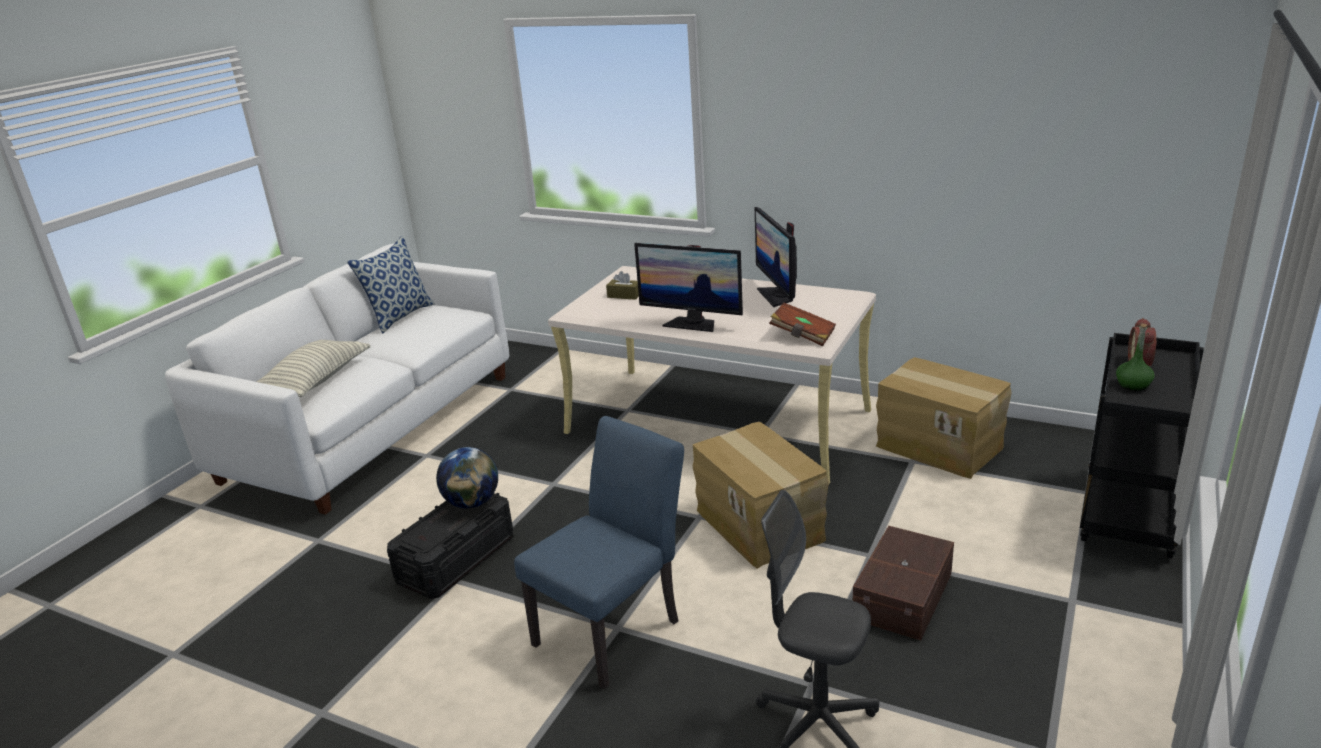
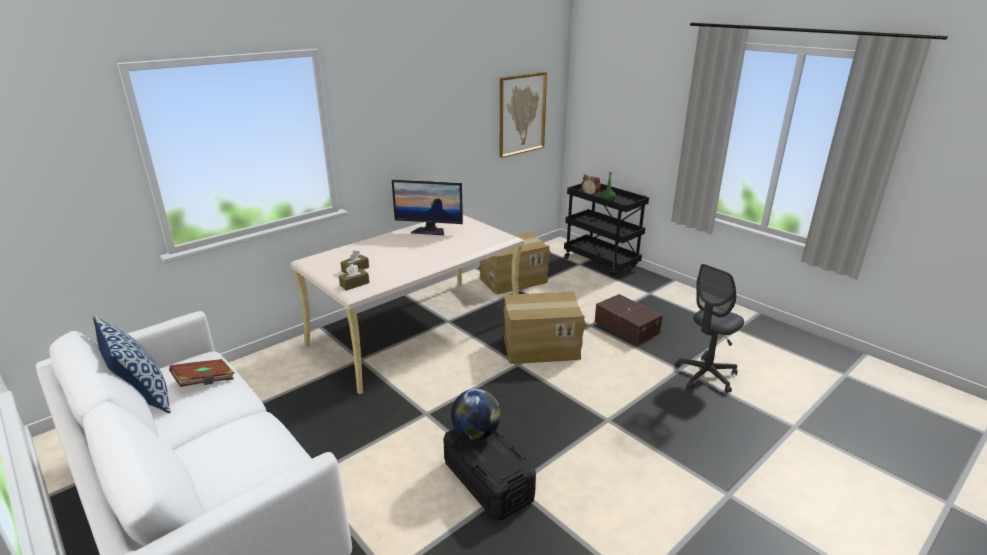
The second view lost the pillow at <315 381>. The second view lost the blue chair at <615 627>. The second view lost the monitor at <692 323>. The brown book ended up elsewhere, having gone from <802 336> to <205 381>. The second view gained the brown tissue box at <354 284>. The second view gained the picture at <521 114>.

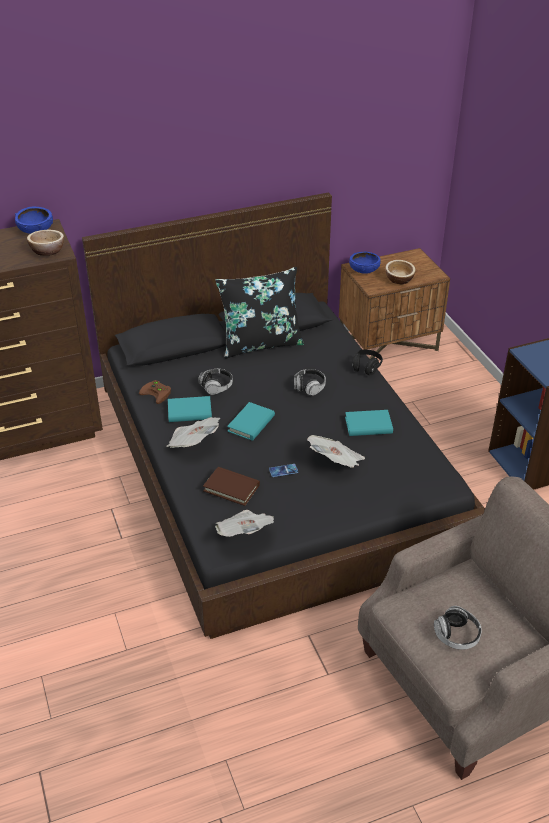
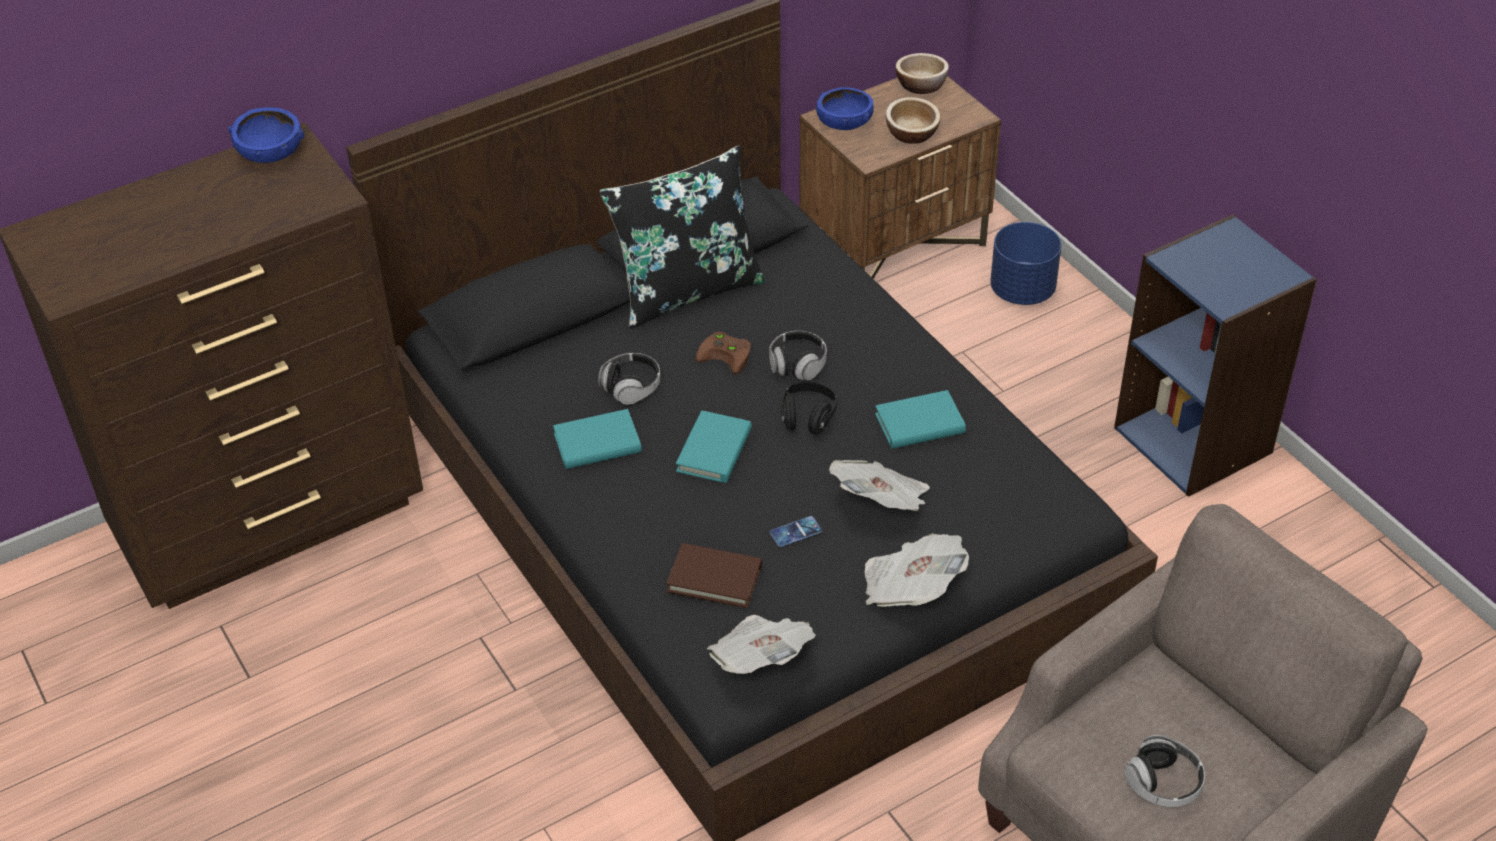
The bowl ended up elsewhere, having gone from <47 251> to <921 85>. The brown game controller ended up elsewhere, having gone from <157 393> to <727 355>. The newspaper ended up elsewhere, having gone from <193 443> to <910 588>. The black headphones ended up elsewhere, having gone from <366 368> to <807 418>. The second view gained the blue planter at <1022 291>.

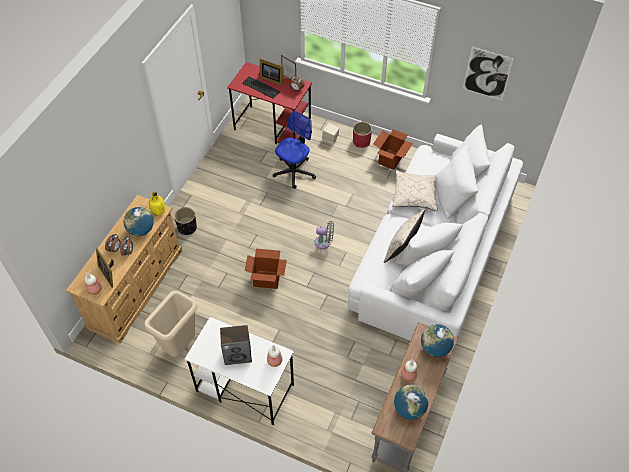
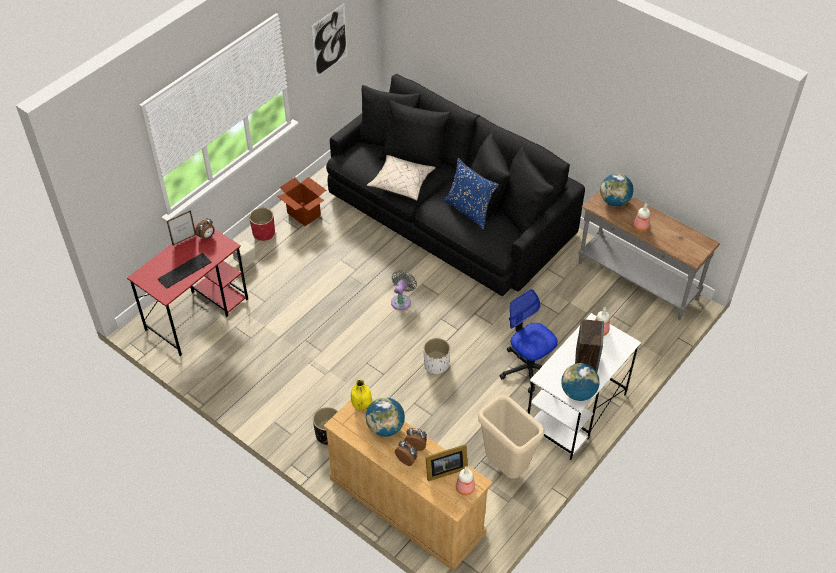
Where the cardboard box stood at <267 279>, the white planter came to stand at <436 365>. The second view lost the picture frame at <271 79>. The office chair ended up elsewhere, having gone from <294 172> to <528 368>. What was the white sofa at <433 253> turned into the black sofa at <449 212>. What was the beige pillow at <402 248> turned into the blue pillow at <469 210>. The globe ended up elsewhere, having gone from <409 408> to <578 392>.

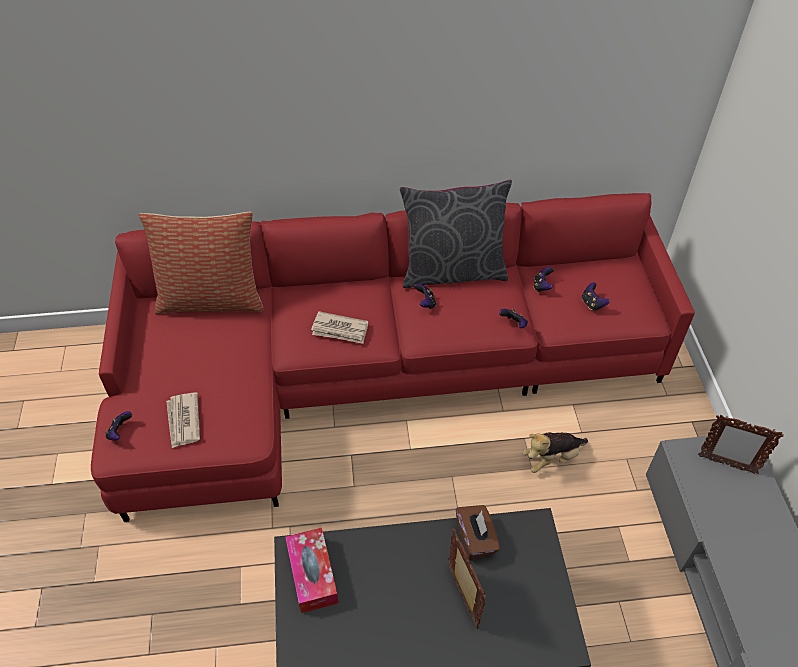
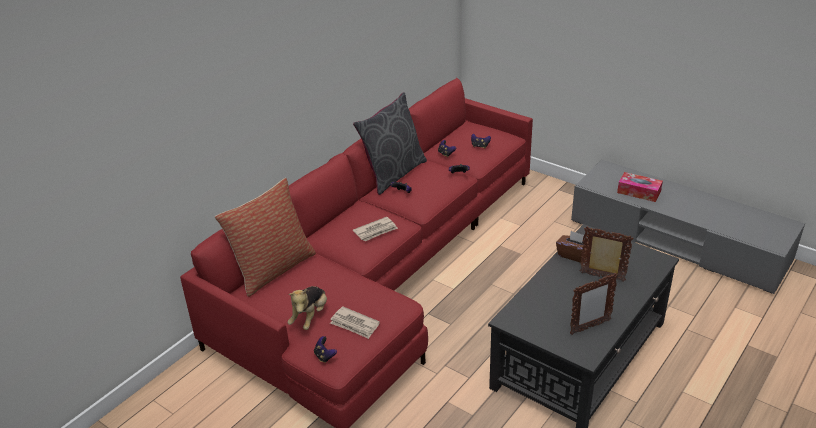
The tissue box ended up elsewhere, having gone from <312 574> to <639 192>. The plush toy ended up elsewhere, having gone from <552 458> to <310 317>. The picture frame ended up elsewhere, having gone from <726 464> to <589 327>.

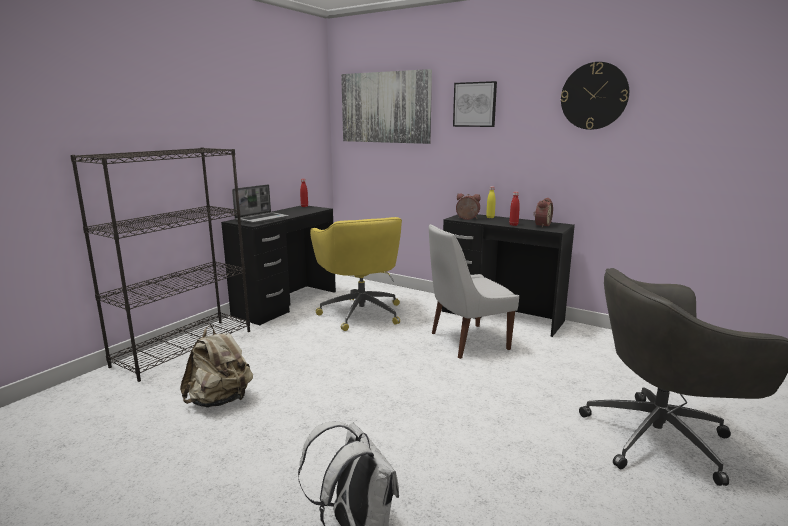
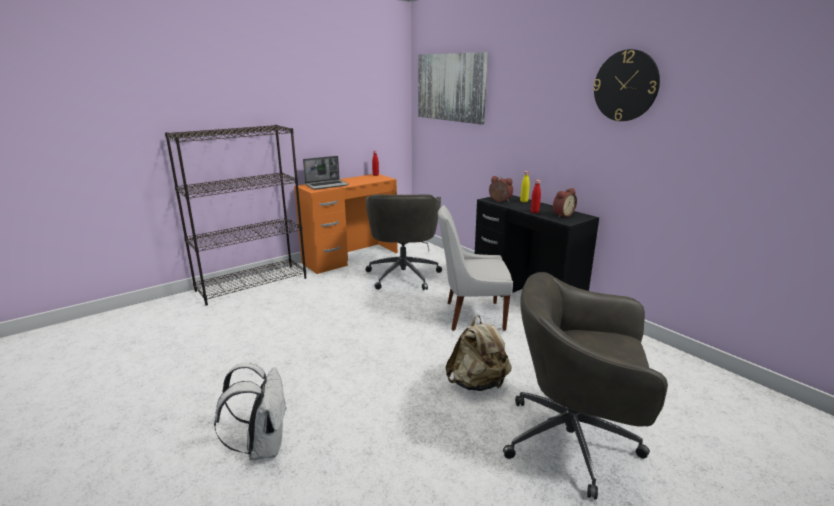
The beige backpack ended up elsewhere, having gone from <220 400> to <477 383>. What was the black desk at <286 303> turned into the orange desk at <350 257>. What was the yellow office chair at <361 312> turned into the grey office chair at <403 274>. The second view lost the picture at <475 104>.

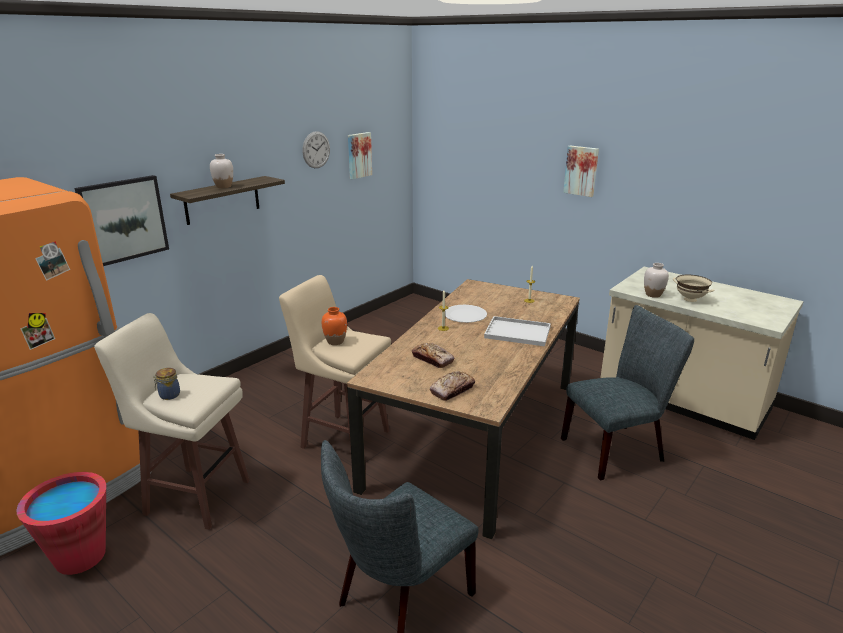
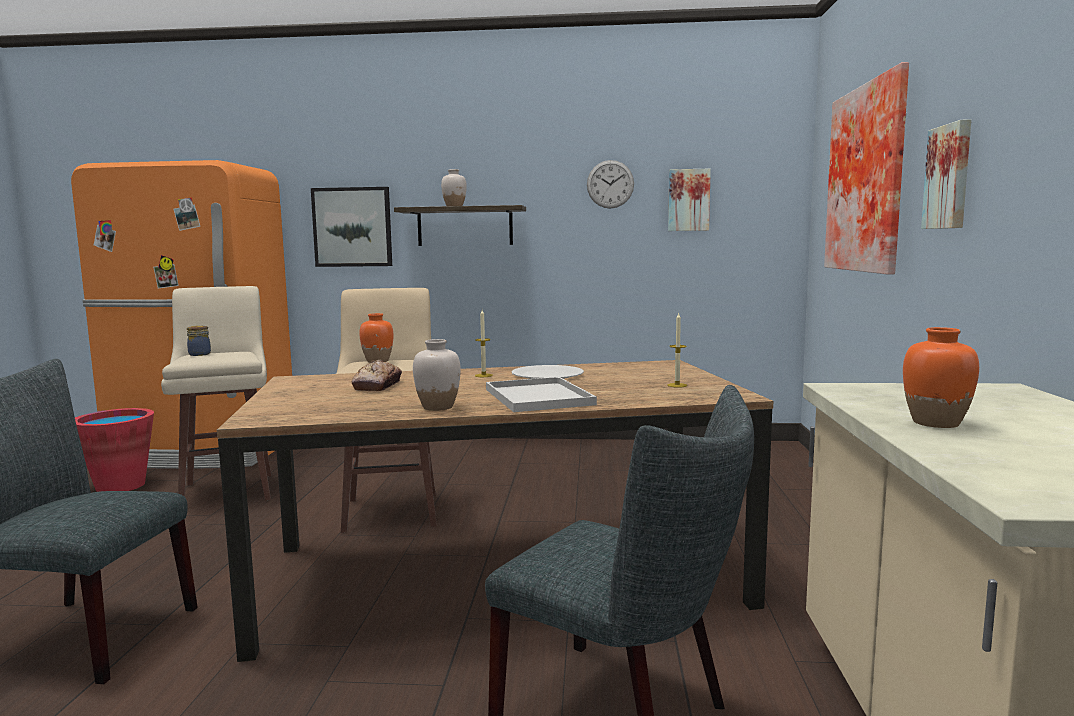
The second view lost the bread at <452 390>. The white vase ended up elsewhere, having gone from <653 295> to <437 407>. Where the beige bowl stood at <689 299>, the orange vase came to stand at <935 423>. The second view gained the picture at <870 179>.

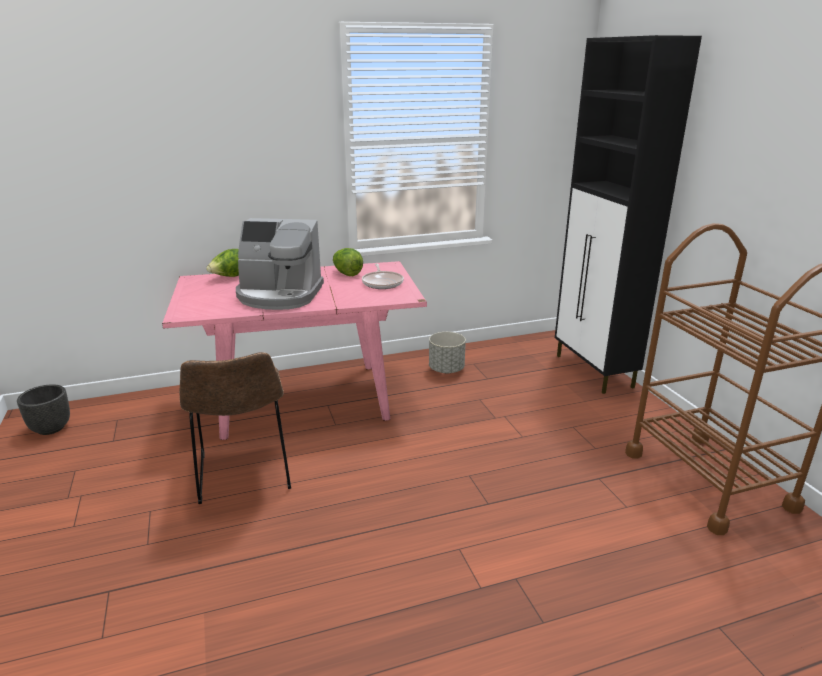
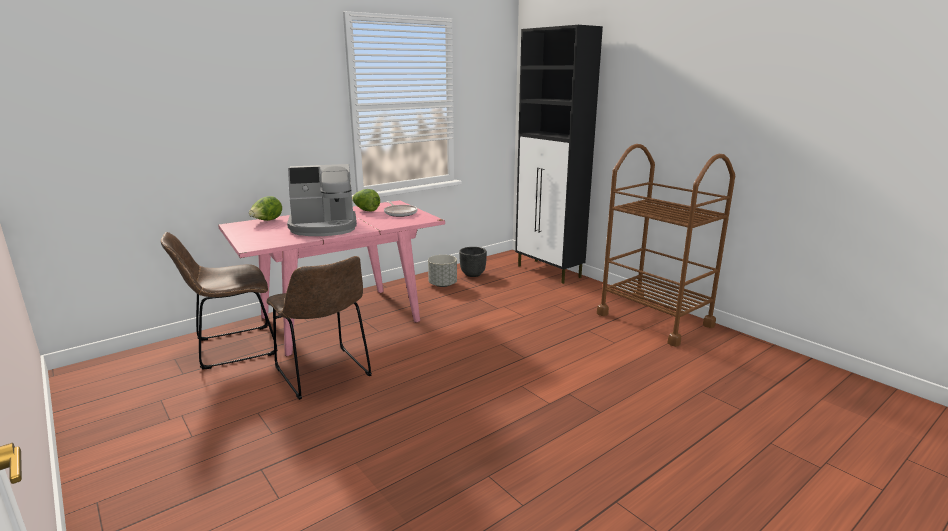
The black planter ended up elsewhere, having gone from <51 428> to <473 274>. The second view gained the brown chair at <231 348>.

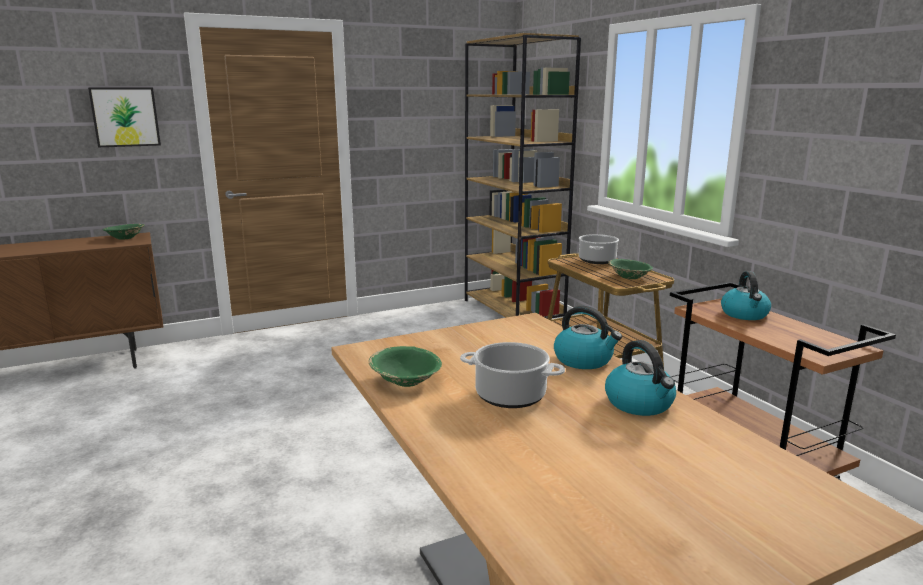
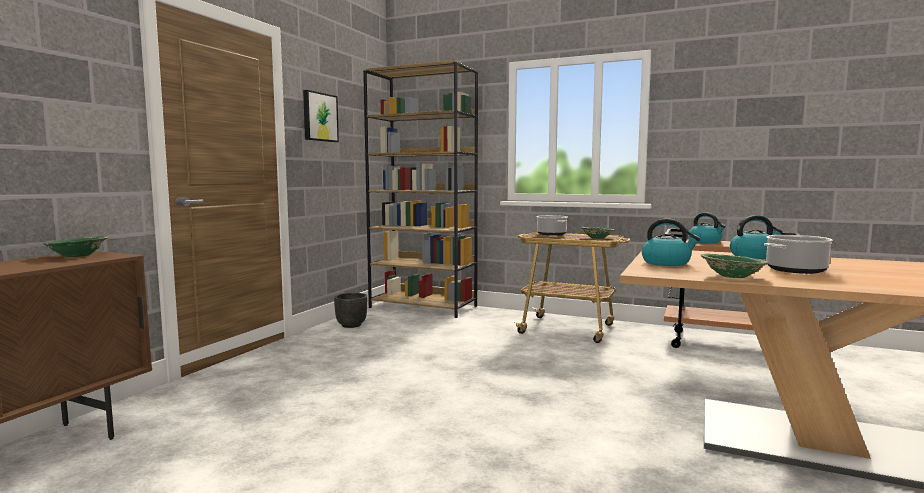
The picture ended up elsewhere, having gone from <125 117> to <319 117>. The kettle ended up elsewhere, having gone from <640 403> to <667 263>. The second view gained the black planter at <351 325>.

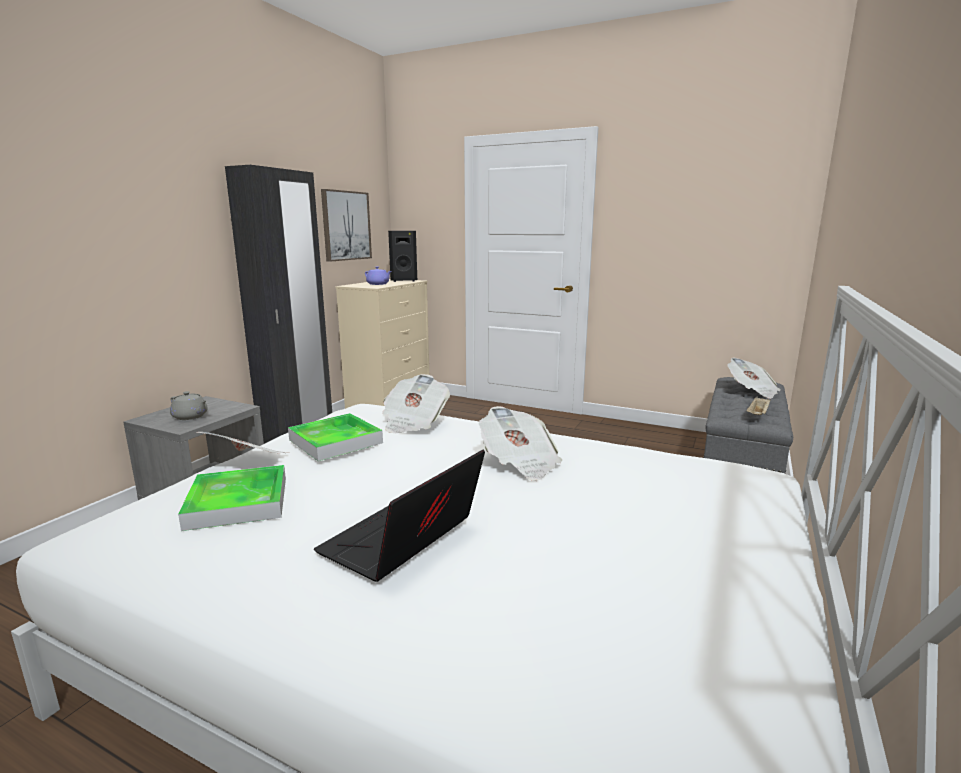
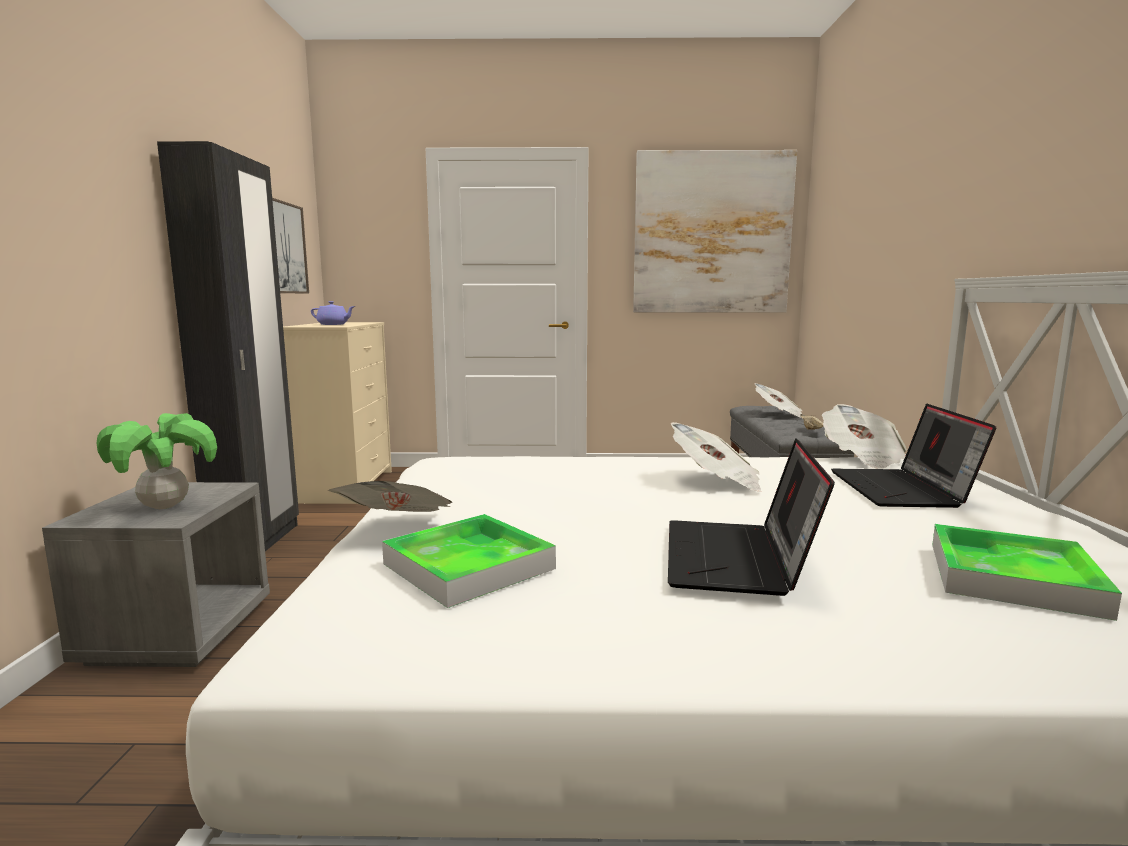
Where the grey teapot stood at <190 417>, the potted plant came to stand at <164 506>. The tray ended up elsewhere, having gone from <335 441> to <1012 578>. The newspaper ended up elsewhere, having gone from <413 422> to <862 458>. The second view lost the black speaker at <403 280>. The second view gained the picture at <712 233>. The second view gained the laptop at <903 490>.

